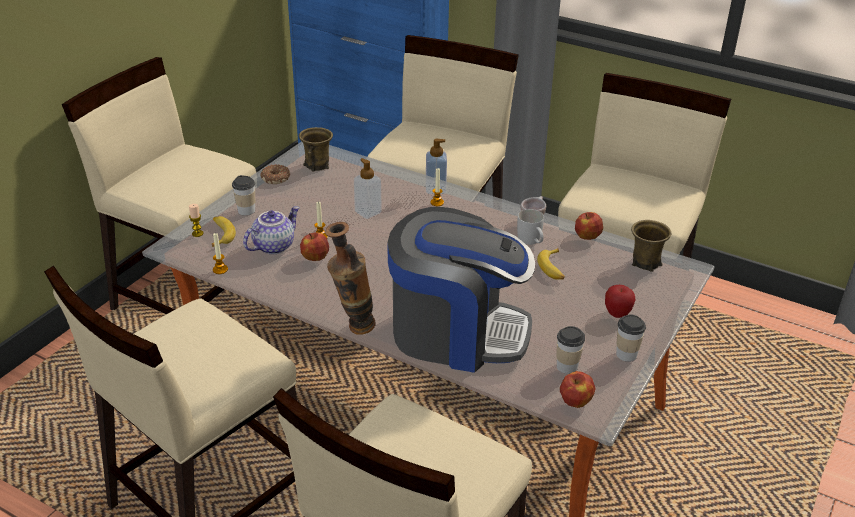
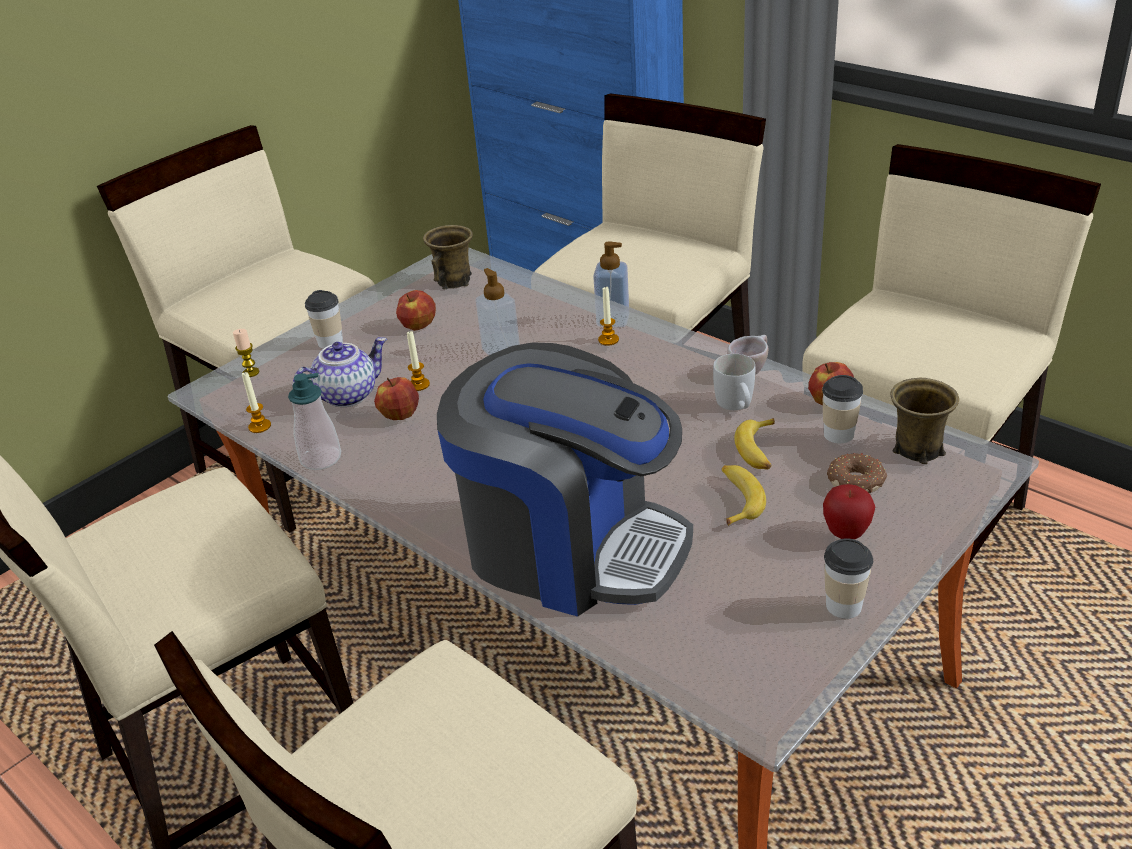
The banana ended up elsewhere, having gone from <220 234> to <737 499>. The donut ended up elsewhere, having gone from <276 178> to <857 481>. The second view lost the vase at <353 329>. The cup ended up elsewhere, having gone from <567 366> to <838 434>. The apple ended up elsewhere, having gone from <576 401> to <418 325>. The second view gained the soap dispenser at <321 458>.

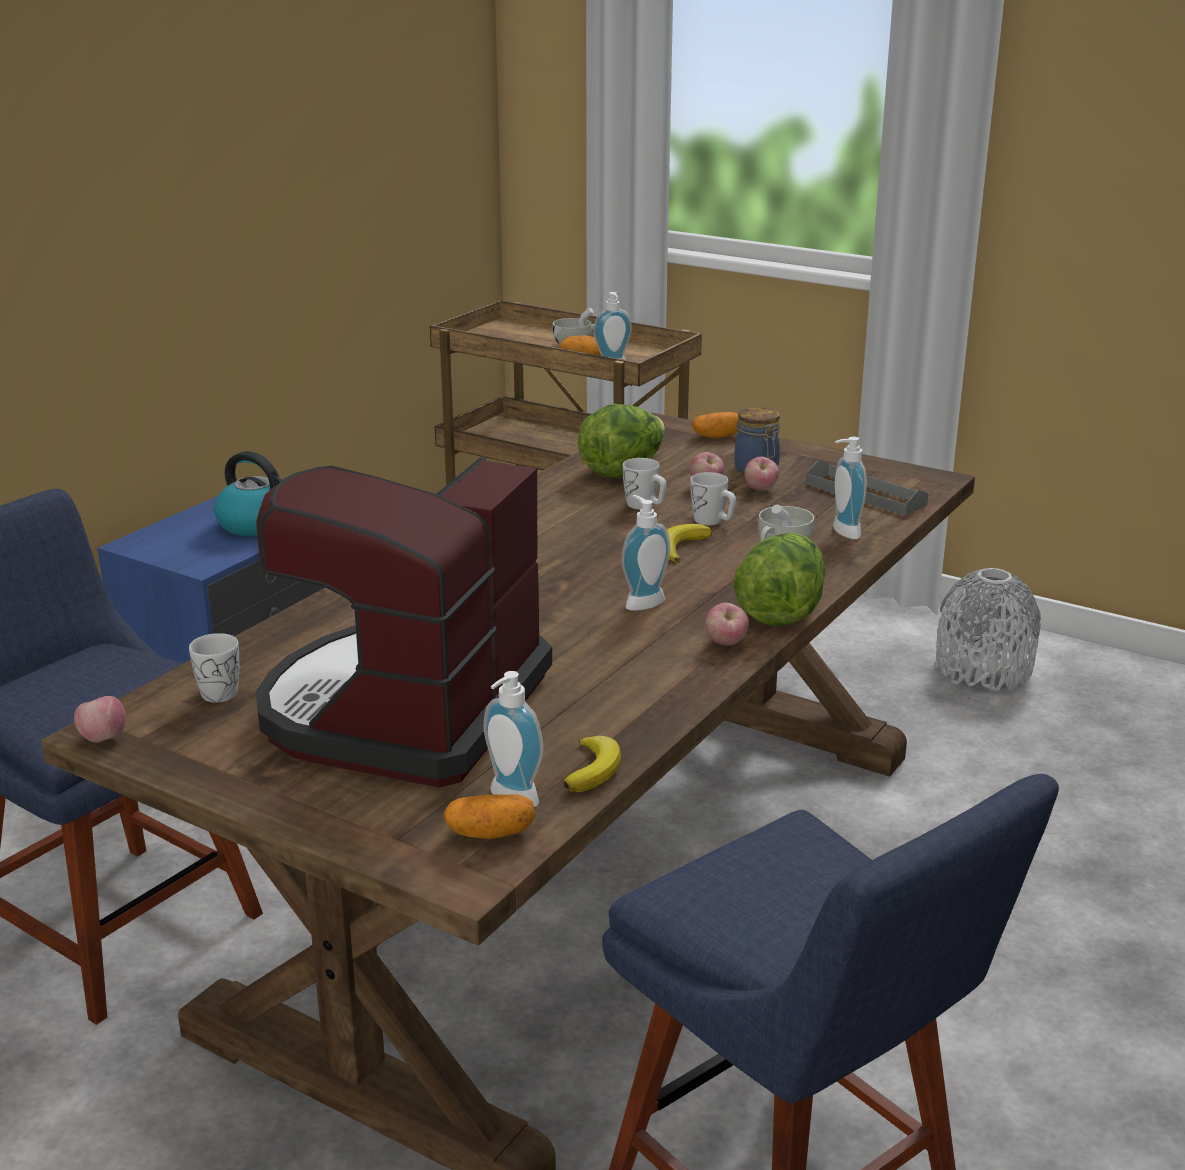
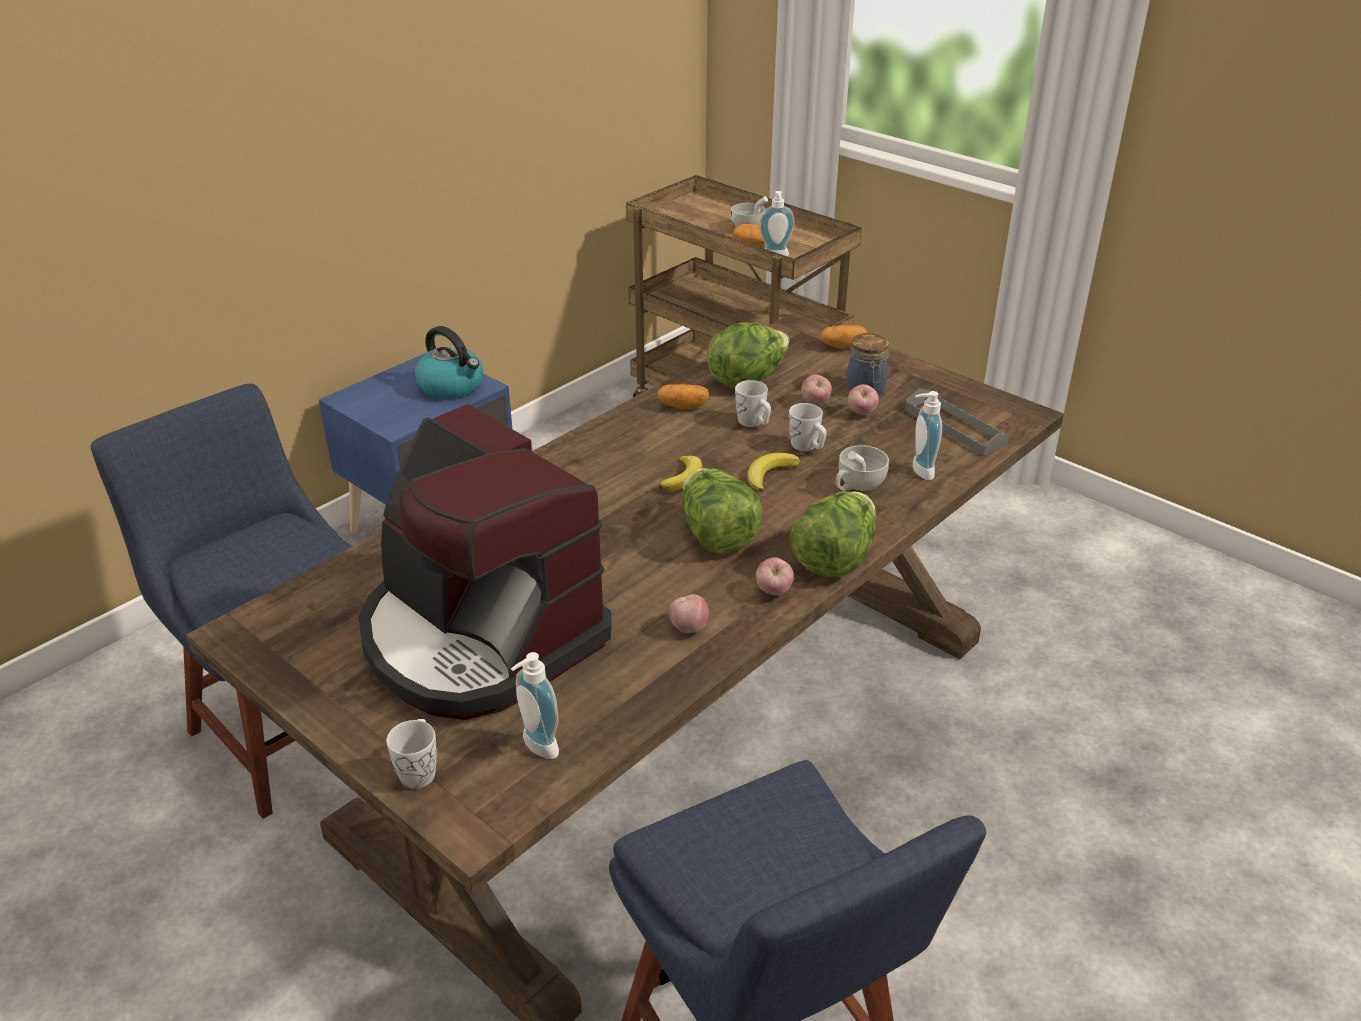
The apple ended up elsewhere, having gone from <103 739> to <688 628>. The white mug ended up elsewhere, having gone from <220 690> to <419 770>. The coffee machine at <404 711> ended up facing another way, 75 degrees counterclockwise from before. The potato ended up elsewhere, having gone from <490 834> to <683 406>. The banana ended up elsewhere, having gone from <594 769> to <683 477>. Where the soap dispenser stood at <642 602>, the lettuce came to stand at <716 535>. The second view lost the grey vase at <983 669>.

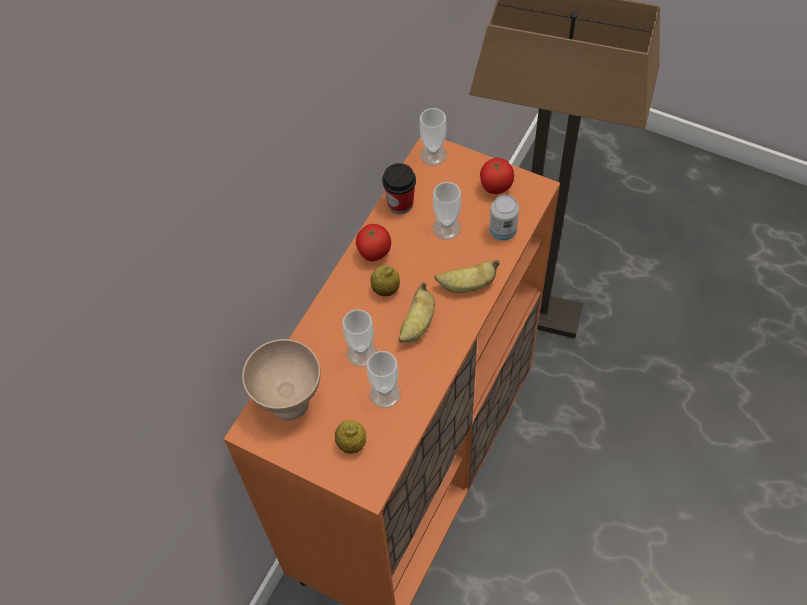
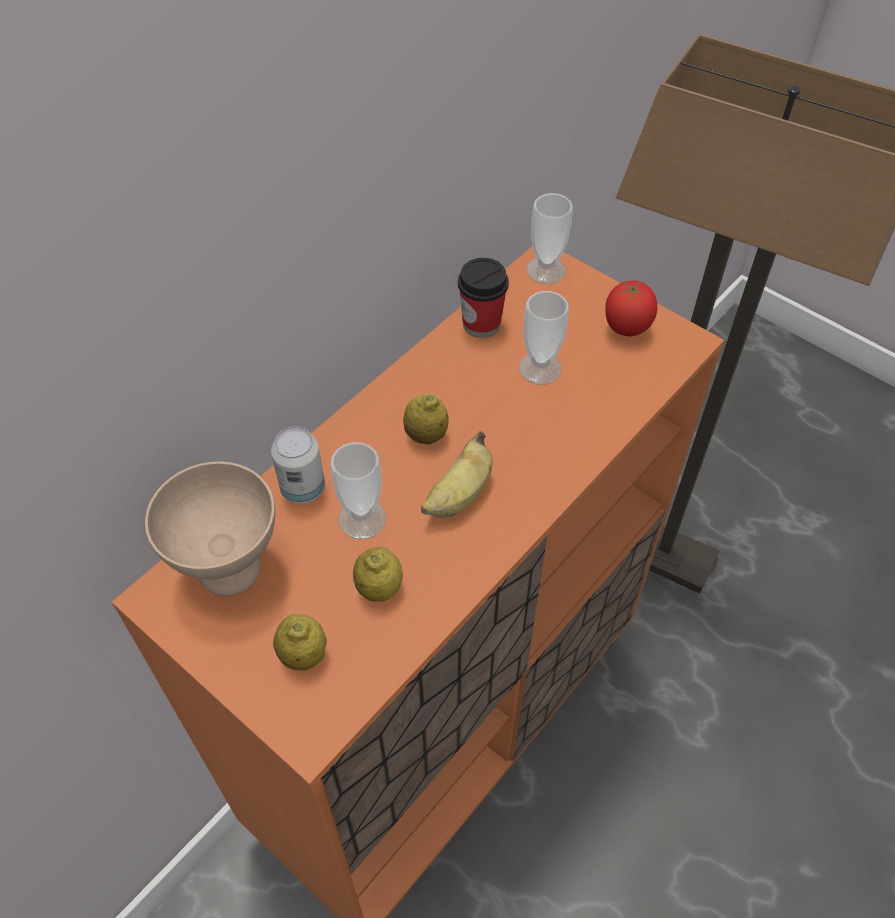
The second view lost the tomato at <374 254>. Where the cup stood at <385 394>, the lemon came to stand at <379 588>. The second view lost the banana at <467 285>. The can ended up elsewhere, having gone from <502 232> to <303 488>.

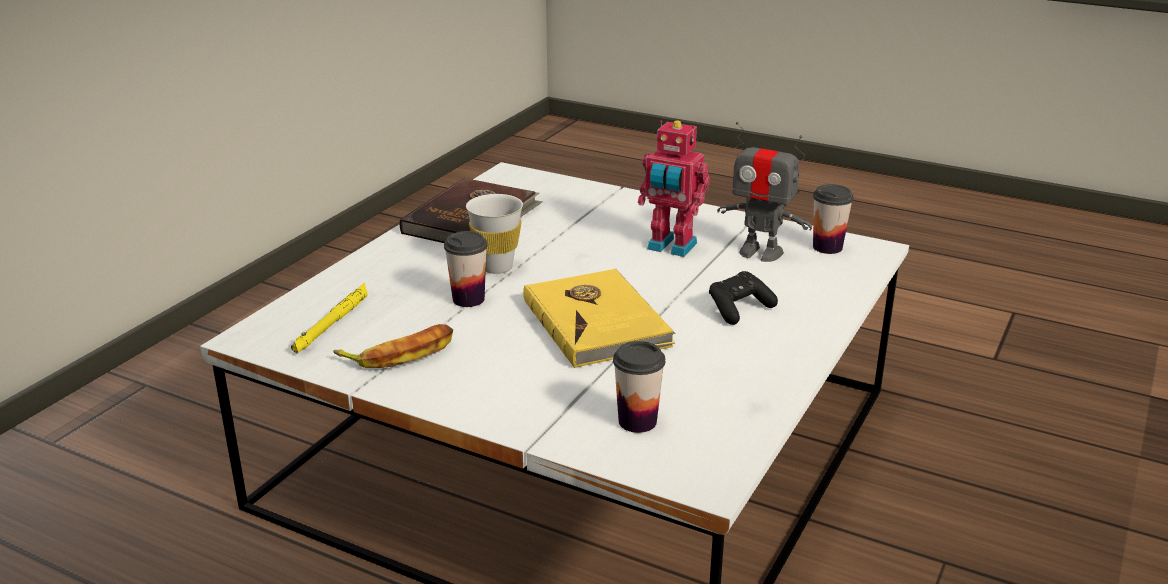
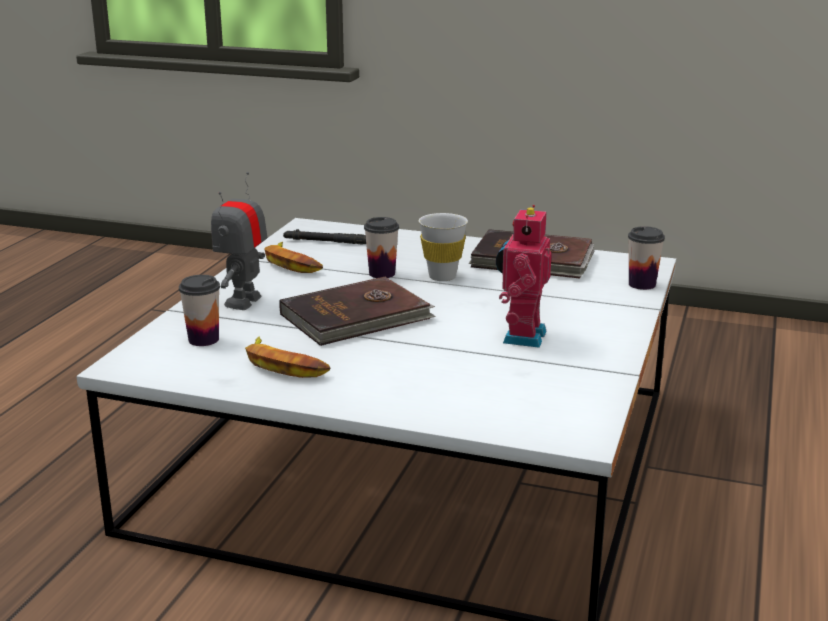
What was the yellow flashlight at <333 322> turned into the black flashlight at <333 242>. What was the yellow book at <598 322> turned into the brown book at <357 317>. The second view lost the black game controller at <739 309>. The toy robot ended up elsewhere, having gone from <760 252> to <243 302>. The cup ended up elsewhere, having gone from <827 247> to <642 284>. The second view gained the banana at <285 365>.

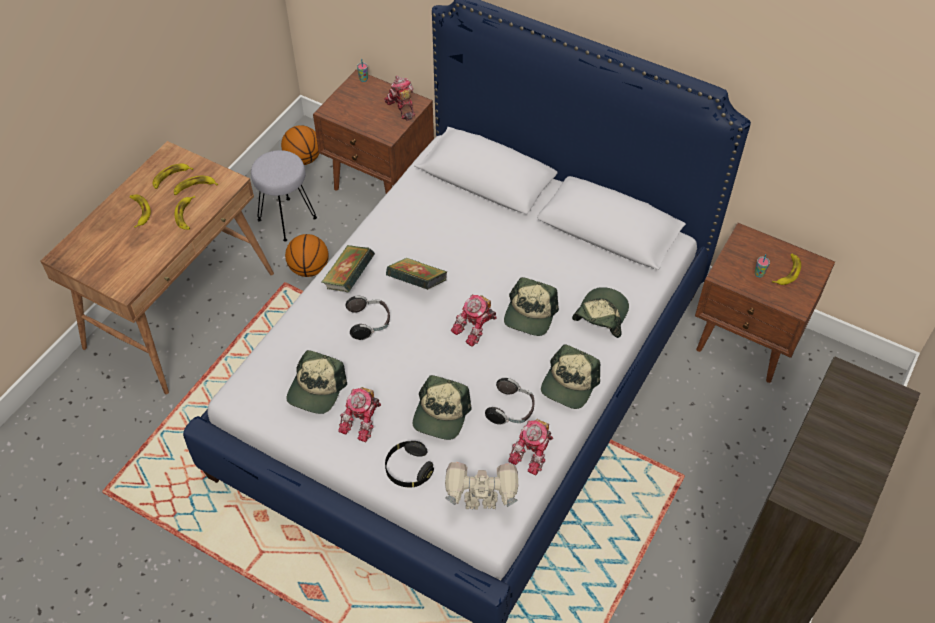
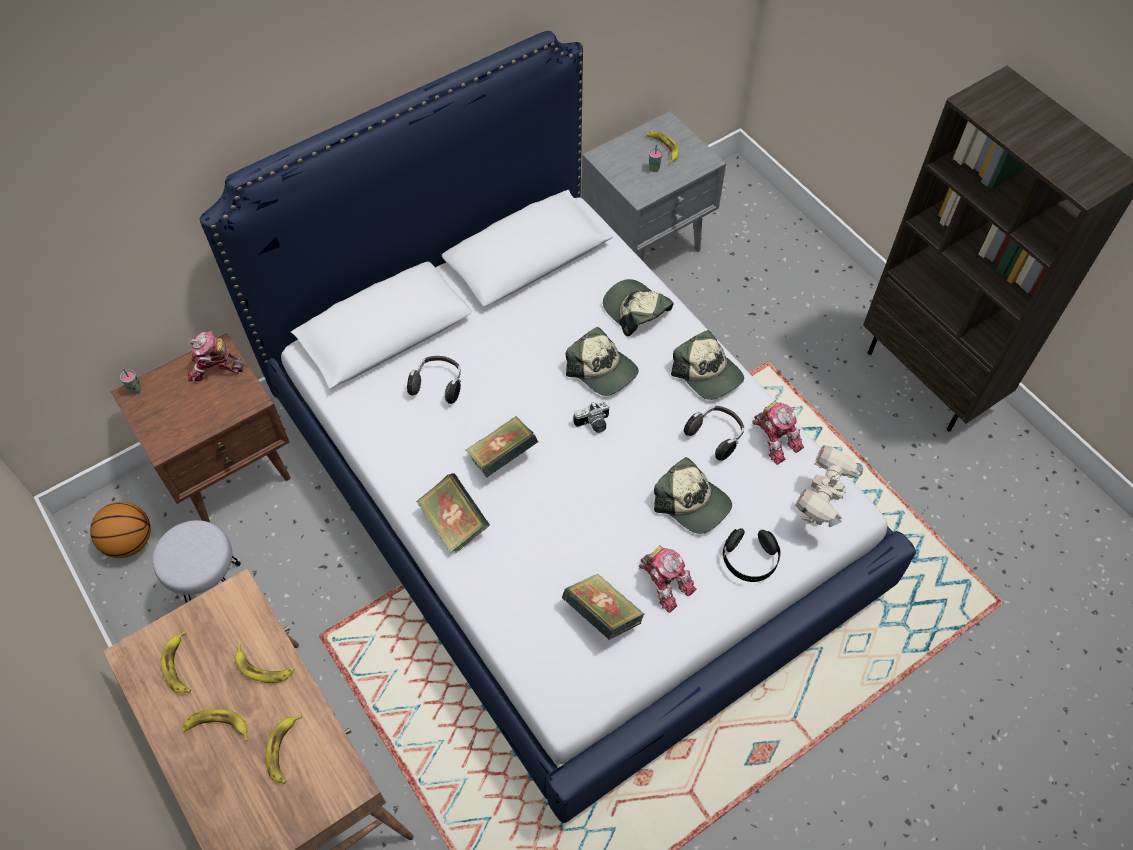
The banana ended up elsewhere, having gone from <194 187> to <284 751>. The second view lost the basketball at <309 268>. Where the cap stood at <316 389>, the book came to stand at <602 615>. The headphones ended up elsewhere, having gone from <369 323> to <438 385>. Where the toy robot stood at <476 327>, the photo camera came to stand at <594 424>. What was the brown nightstand at <747 341> turned into the grey nightstand at <647 244>.

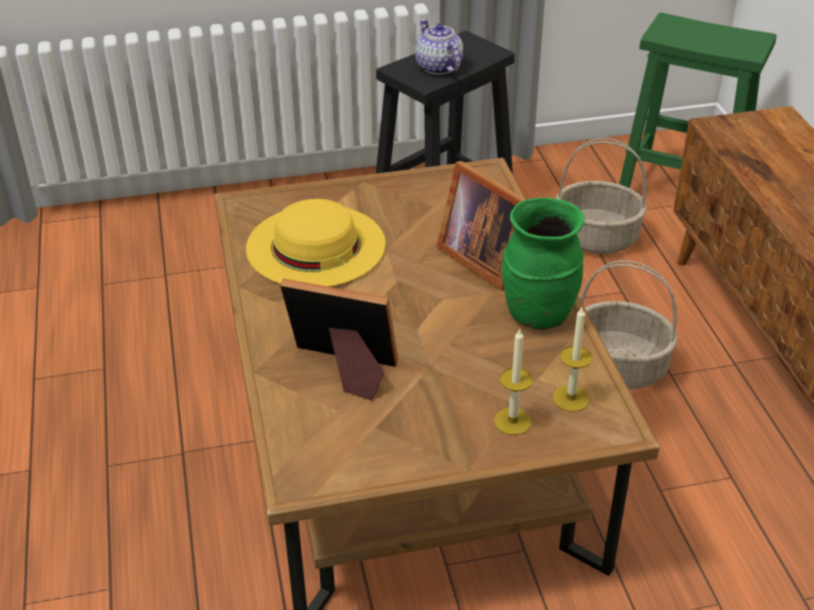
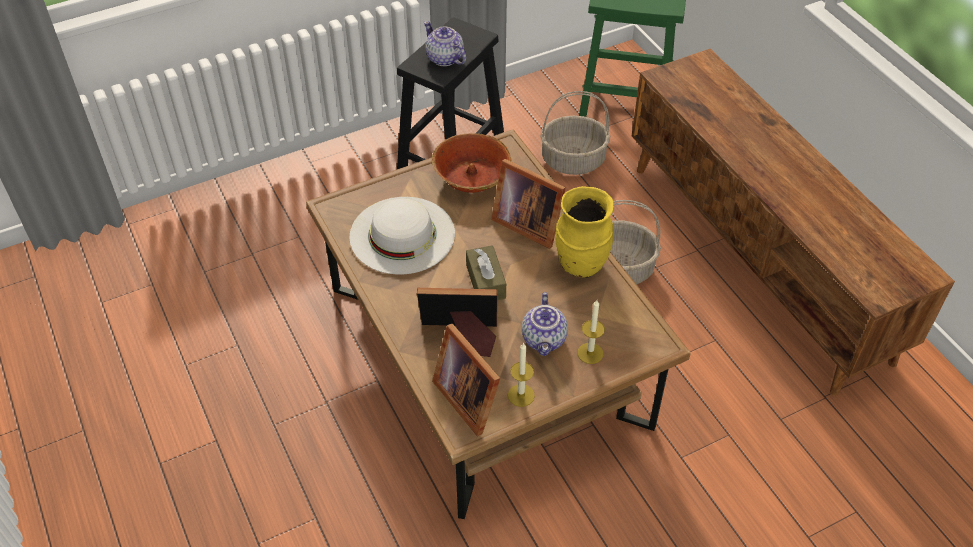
What was the yellow hat at <316 245> turned into the white hat at <402 235>. What was the green vase at <537 313> turned into the yellow vase at <580 263>. The candle ended up elsewhere, having gone from <571 398> to <521 395>. The second view gained the bowl at <471 177>. The second view gained the picture frame at <469 396>. The second view gained the brown tissue box at <485 281>. The second view gained the teapot at <545 339>.

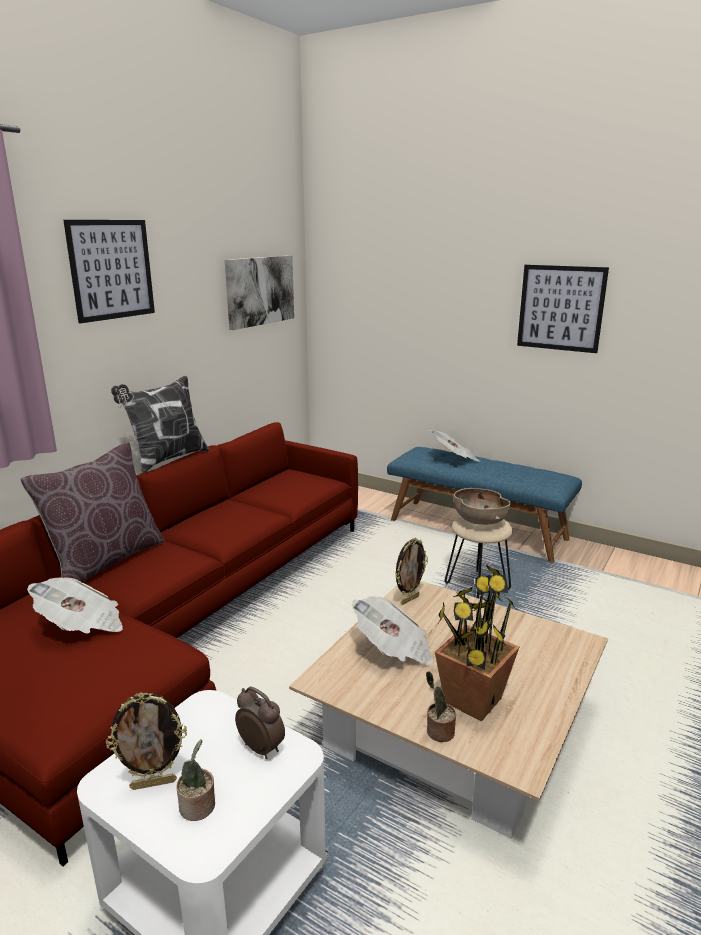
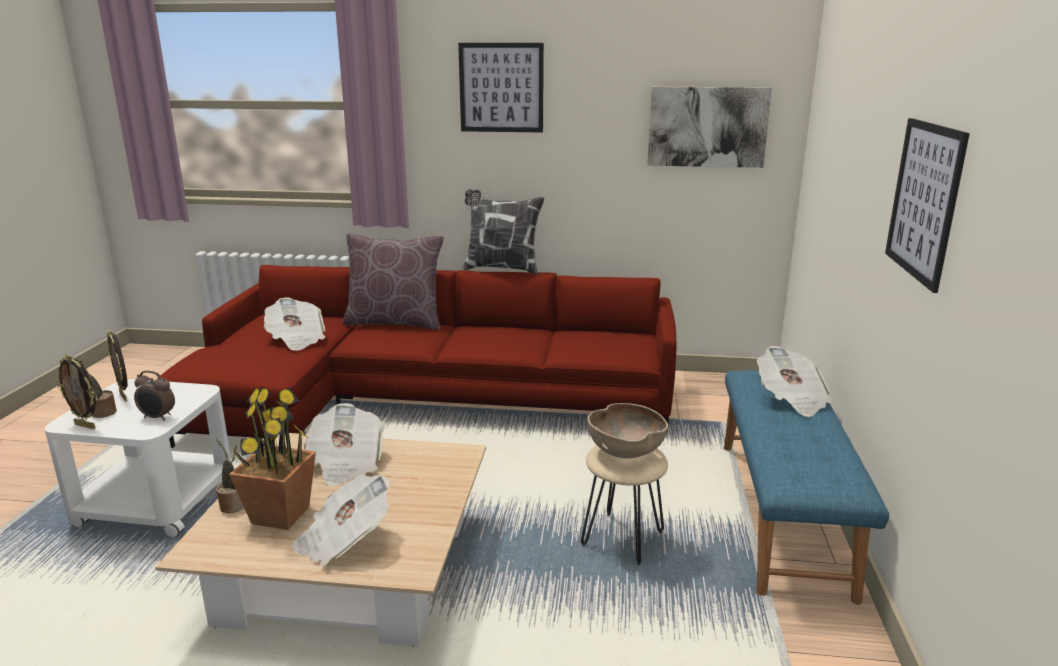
The alarm clock at <262 747> ended up facing another way, 90 degrees clockwise from before. The picture frame ended up elsewhere, having gone from <409 599> to <86 425>. The second view gained the newspaper at <344 540>.

